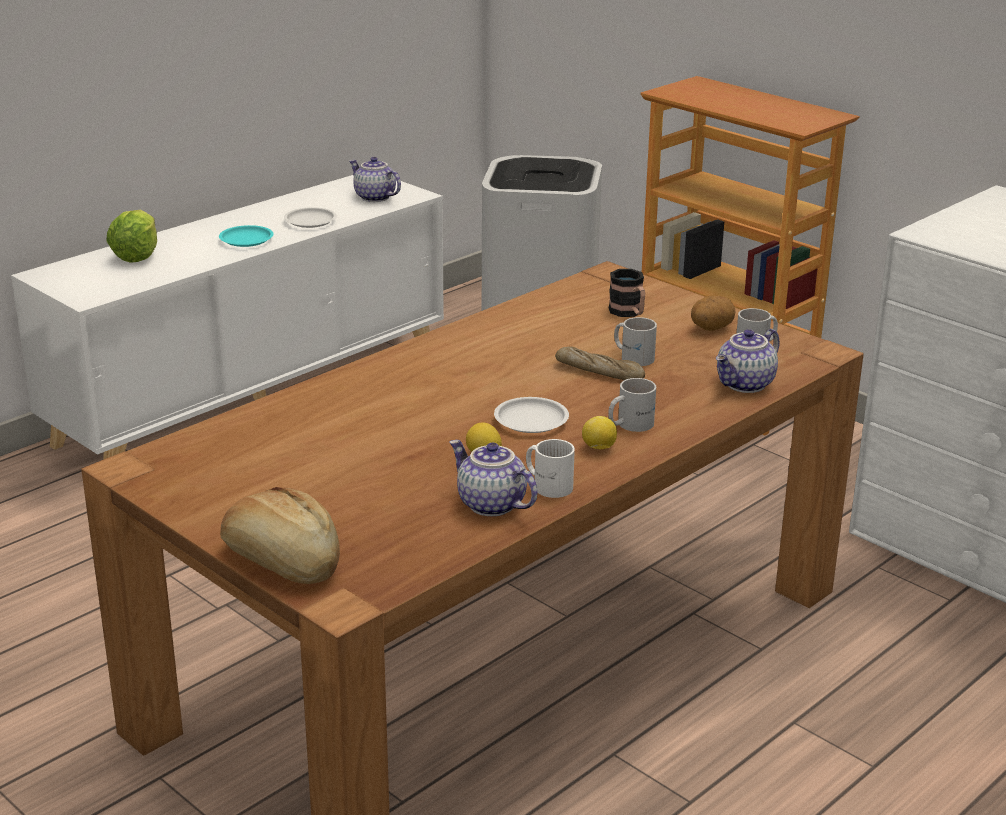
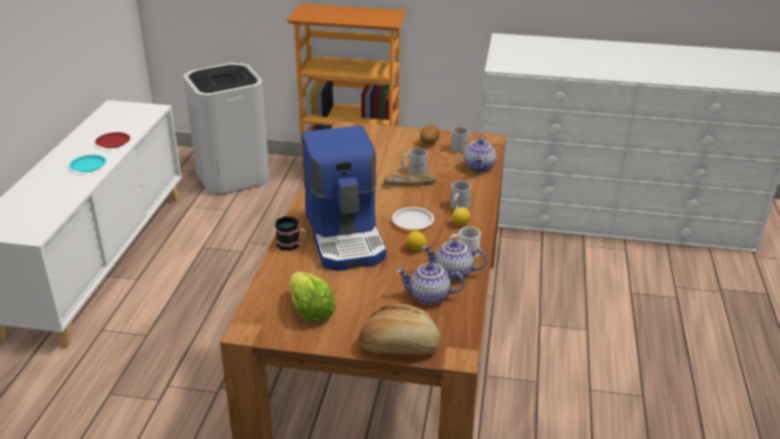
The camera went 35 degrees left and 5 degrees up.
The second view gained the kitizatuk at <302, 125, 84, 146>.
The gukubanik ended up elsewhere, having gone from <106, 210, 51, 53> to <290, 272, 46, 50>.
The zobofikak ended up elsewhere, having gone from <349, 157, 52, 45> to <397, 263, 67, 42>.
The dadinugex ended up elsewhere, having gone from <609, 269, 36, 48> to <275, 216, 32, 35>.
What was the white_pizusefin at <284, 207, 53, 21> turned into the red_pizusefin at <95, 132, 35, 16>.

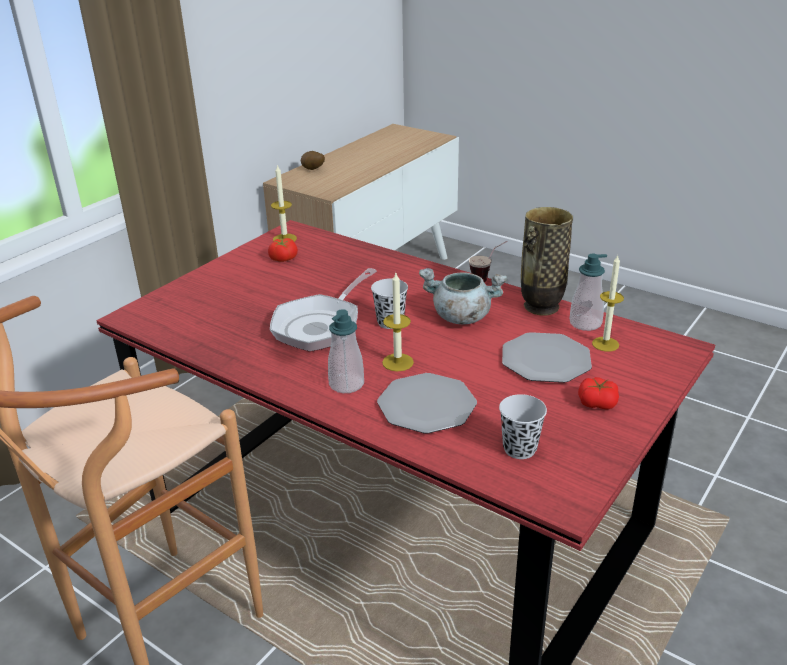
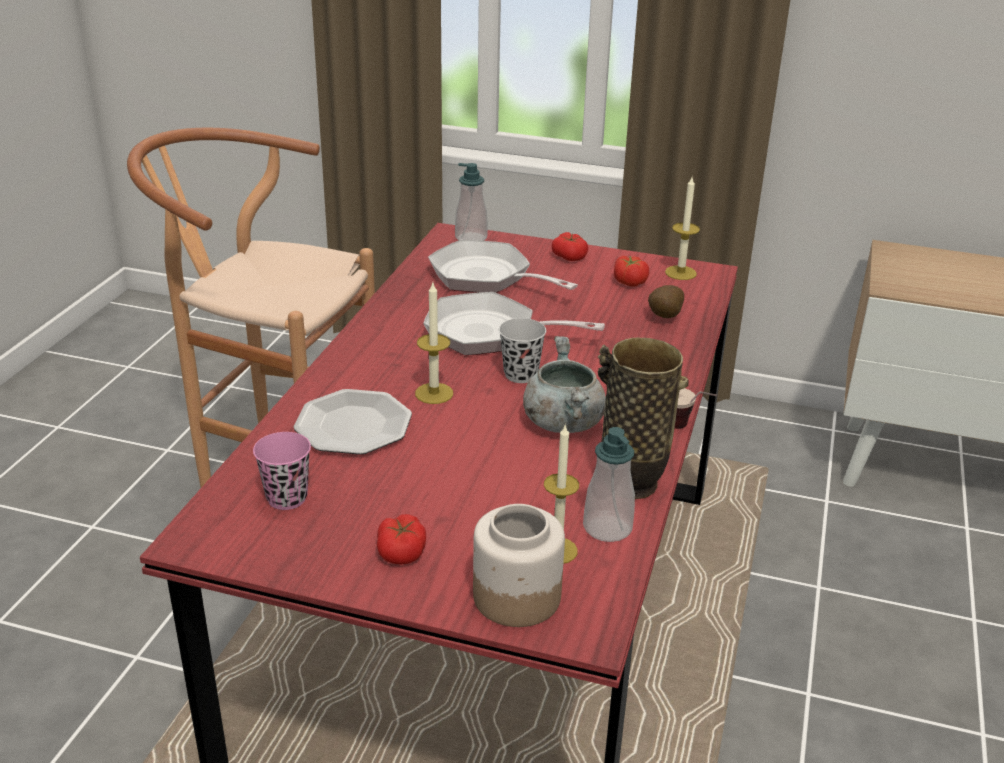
The camera went 70 degrees right and 0 degrees up.
The second view lost the pizusefin at <502, 332, 90, 51>.
The second view gained the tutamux at <428, 240, 150, 53>.
The second view gained the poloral at <473, 504, 92, 123>.
The second view gained the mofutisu at <551, 232, 37, 29>.
The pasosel ended up elsewhere, having gone from <301, 151, 24, 19> to <648, 285, 36, 33>.
The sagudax ended up elsewhere, having gone from <328, 309, 36, 84> to <455, 163, 33, 78>.
What was the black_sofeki at <499, 394, 48, 65> turned into the pink_sofeki at <253, 432, 58, 78>.

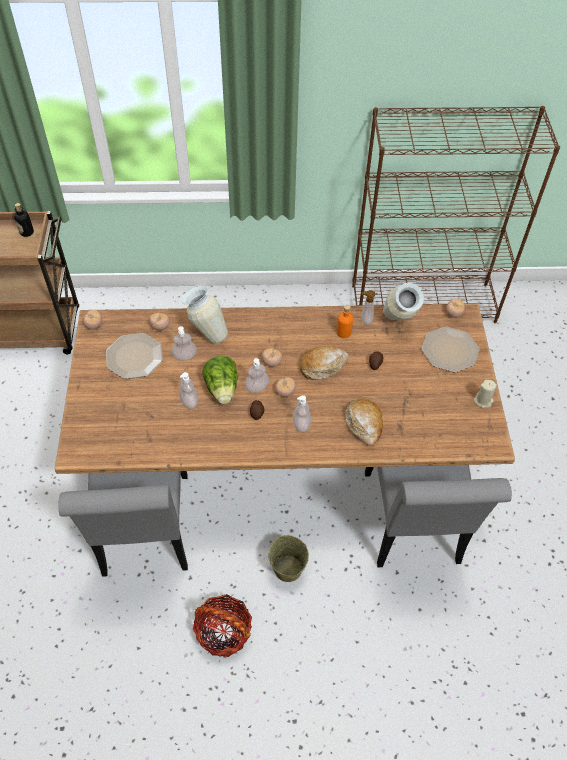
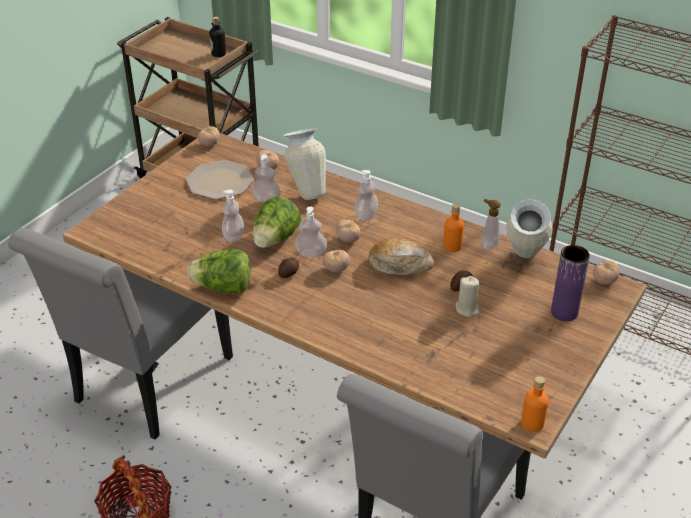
The camera went 35 degrees right and 15 degrees down.
The second view lost the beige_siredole at <269, 535, 40, 47>.
The second view lost the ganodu at <345, 398, 38, 48>.
The second view gained the gukubanik at <188, 249, 62, 45>.
The second view gained the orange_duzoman at <521, 376, 28, 56>.
The sagudax ended up elsewhere, having gone from <293, 395, 18, 37> to <355, 170, 23, 51>.
The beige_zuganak ended up elsewhere, having gone from <474, 380, 23, 28> to <456, 276, 24, 41>.
Where the pizusefin stood at <421, 327, 58, 45>, the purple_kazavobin came to stand at <551, 245, 39, 76>.

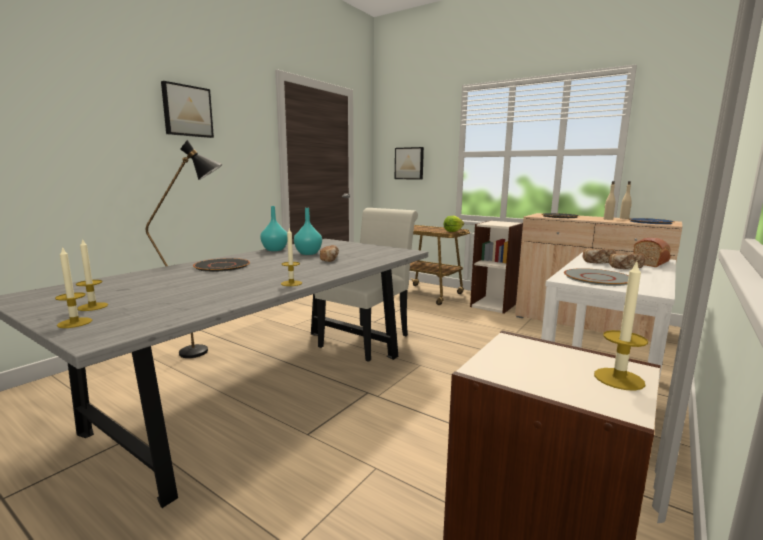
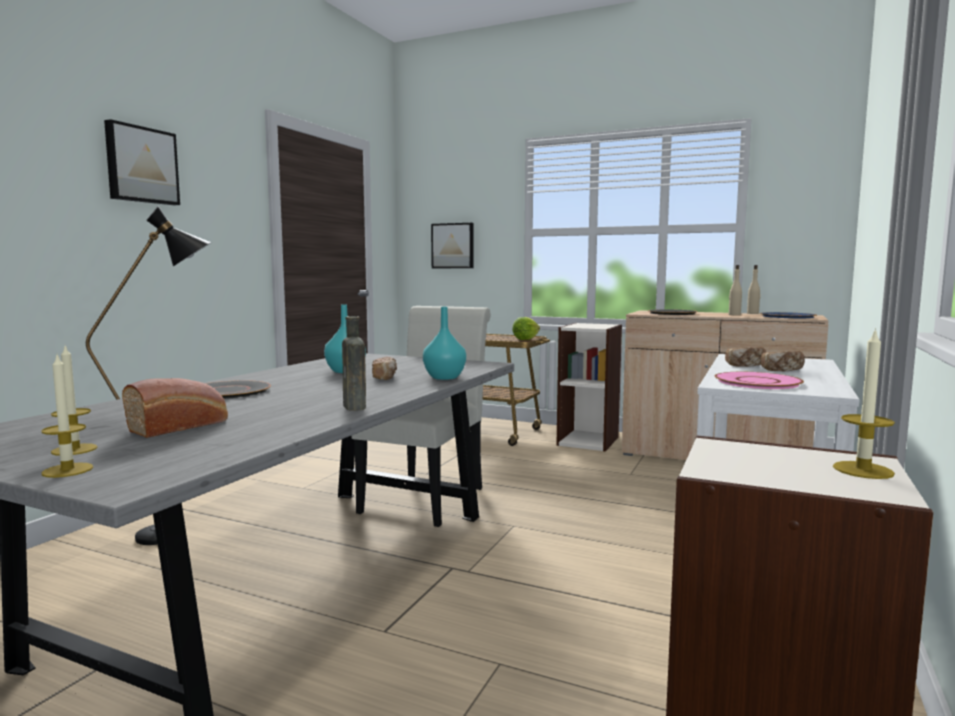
The camera went 10 degrees left and 5 degrees down.
The turquoise_kazavobin ended up elsewhere, having gone from <260, 206, 28, 45> to <423, 307, 43, 73>.
The ganodu ended up elsewhere, having gone from <633, 238, 38, 29> to <122, 378, 106, 60>.
Where the zuganak stood at <281, 228, 21, 58>, the brown_duzoman came to stand at <342, 316, 24, 95>.
What was the grey_pizusefin at <564, 268, 65, 18> turned into the pink_pizusefin at <715, 372, 89, 17>.

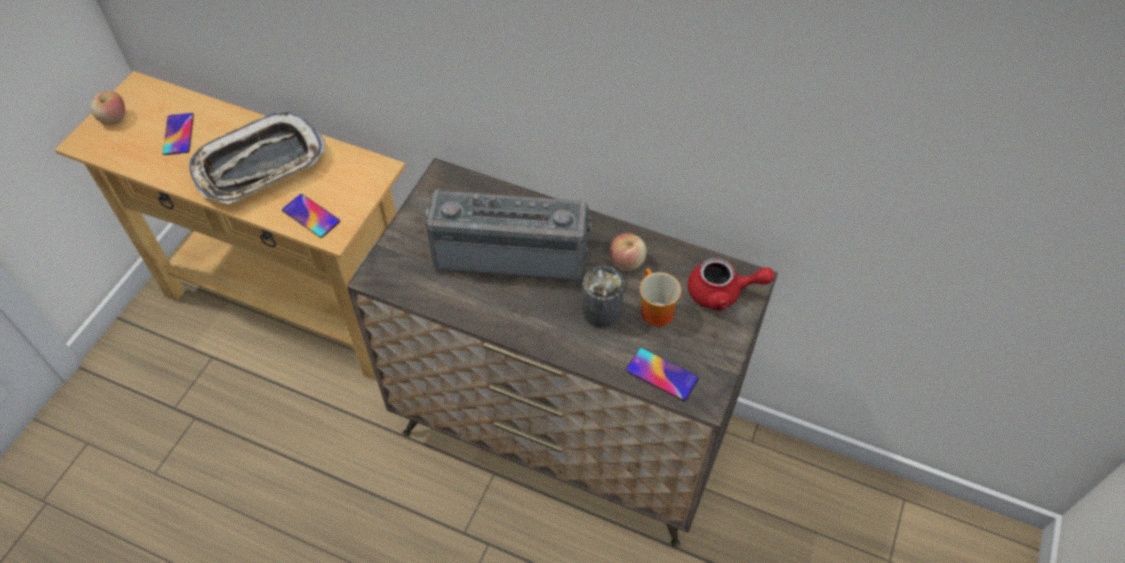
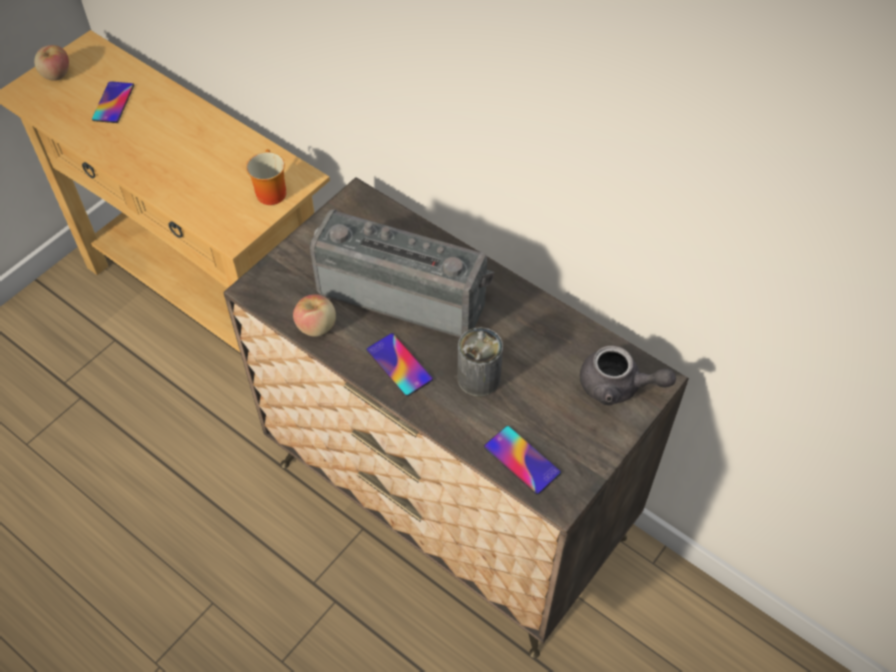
The camera went 15 degrees right and 0 degrees up.
The second view lost the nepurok at <189, 112, 136, 92>.
The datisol ended up elsewhere, having gone from <282, 194, 58, 44> to <366, 333, 67, 63>.
The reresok ended up elsewhere, having gone from <609, 233, 38, 38> to <293, 294, 43, 43>.
The dadinugex ended up elsewhere, having gone from <640, 268, 41, 59> to <246, 149, 40, 56>.
What was the red_zobofikak at <688, 258, 87, 53> turned into the grey_zobofikak at <580, 346, 96, 60>.

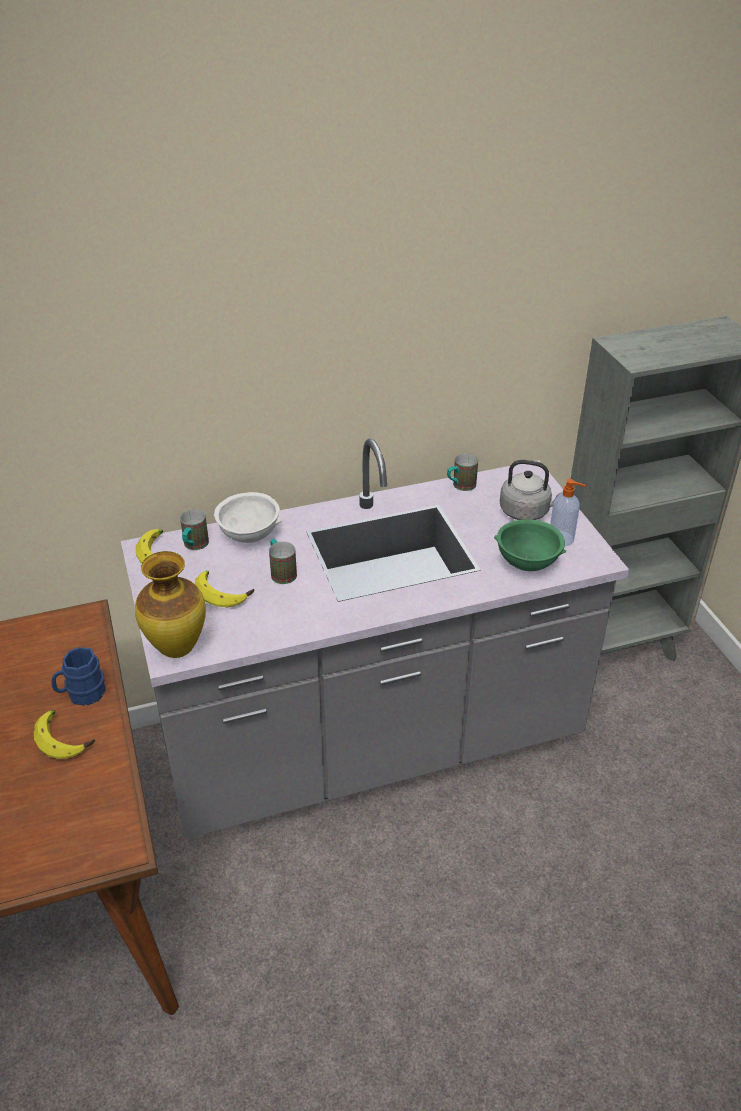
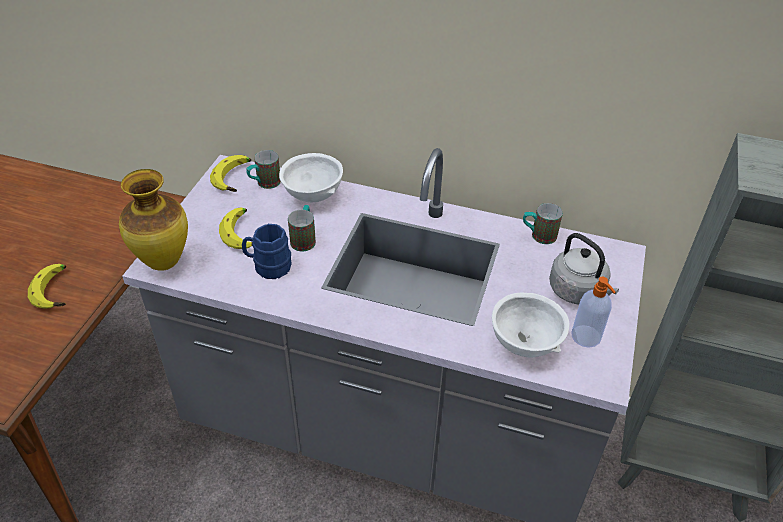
The camera went 35 degrees right and 5 degrees up.
The blue_dadinugex ended up elsewhere, having gone from <51, 647, 55, 59> to <242, 224, 49, 55>.
What was the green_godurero at <494, 519, 72, 52> turned into the white_godurero at <492, 293, 78, 64>.

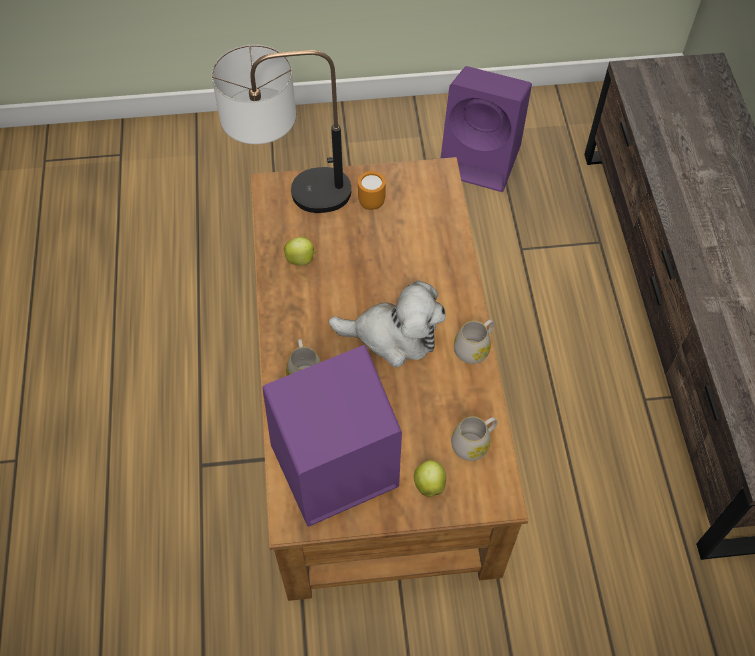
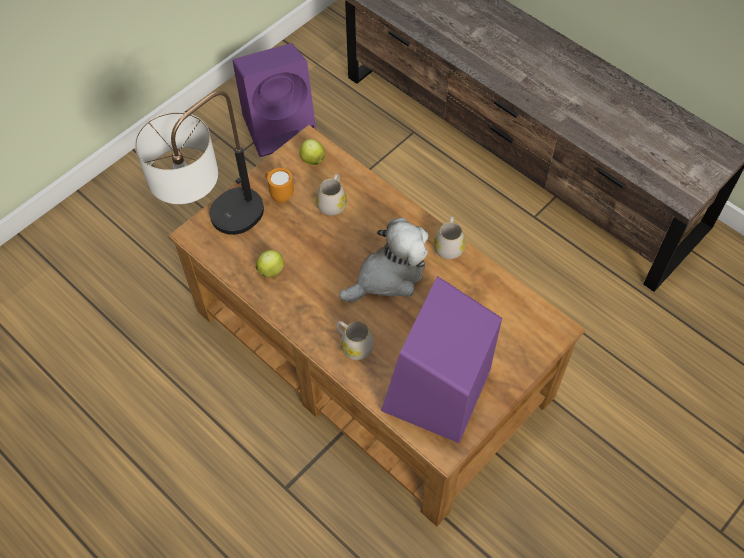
The camera went 40 degrees left and 0 degrees up.
The reresok ended up elsewhere, having gone from <414, 460, 32, 37> to <299, 139, 27, 26>.
The white_dadinugex ended up elsewhere, having gone from <451, 416, 47, 45> to <316, 174, 31, 41>.

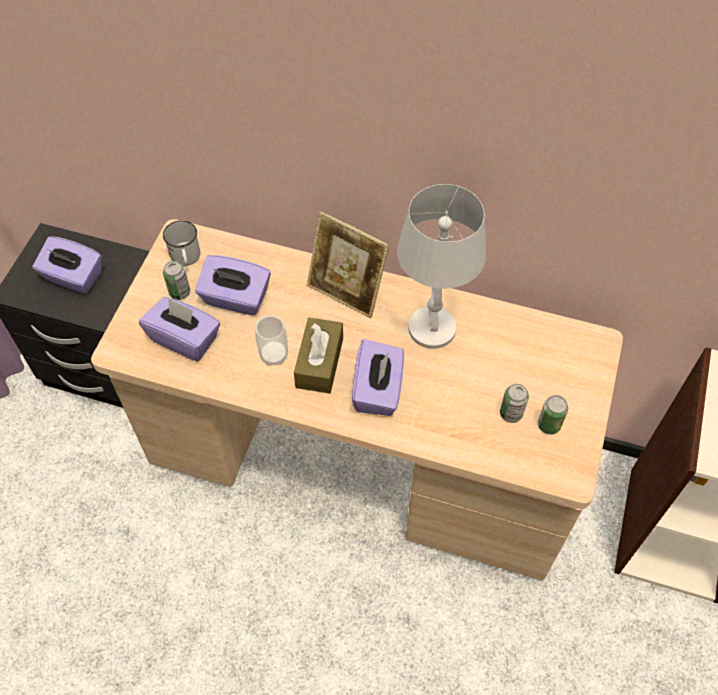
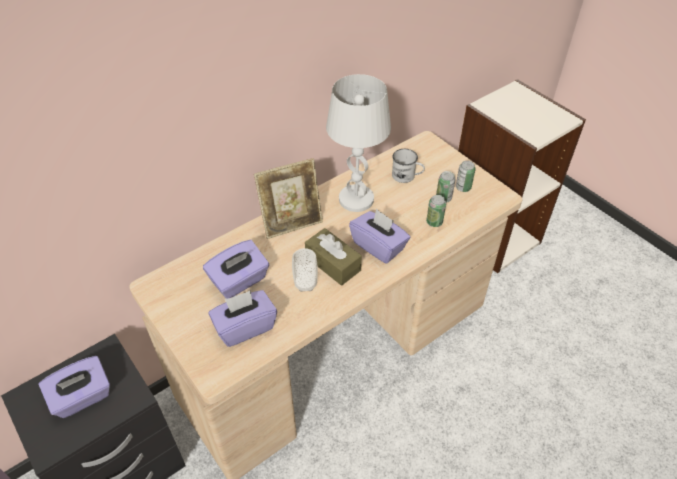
The camera went 55 degrees left and 10 degrees down.
The white_dadinugex ended up elsewhere, having gone from <163, 220, 37, 46> to <392, 149, 33, 34>.
The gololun ended up elsewhere, having gone from <163, 261, 27, 39> to <426, 195, 20, 32>.

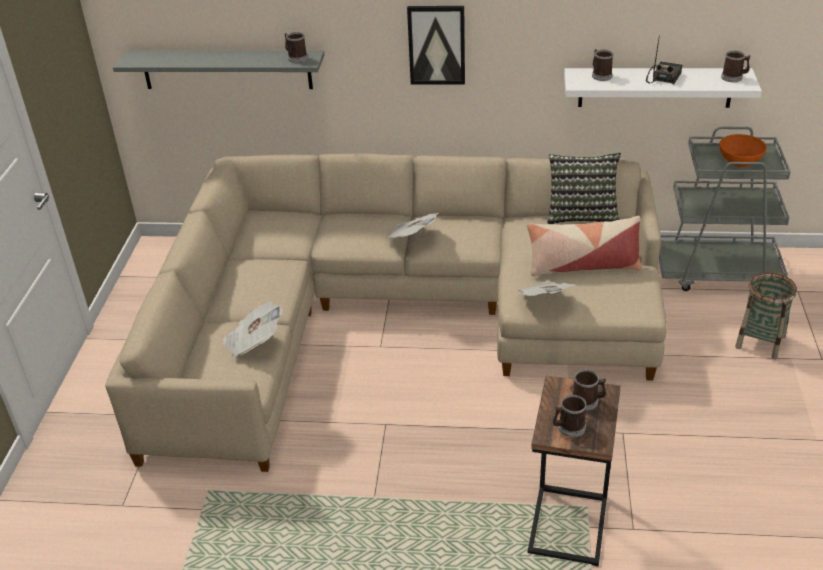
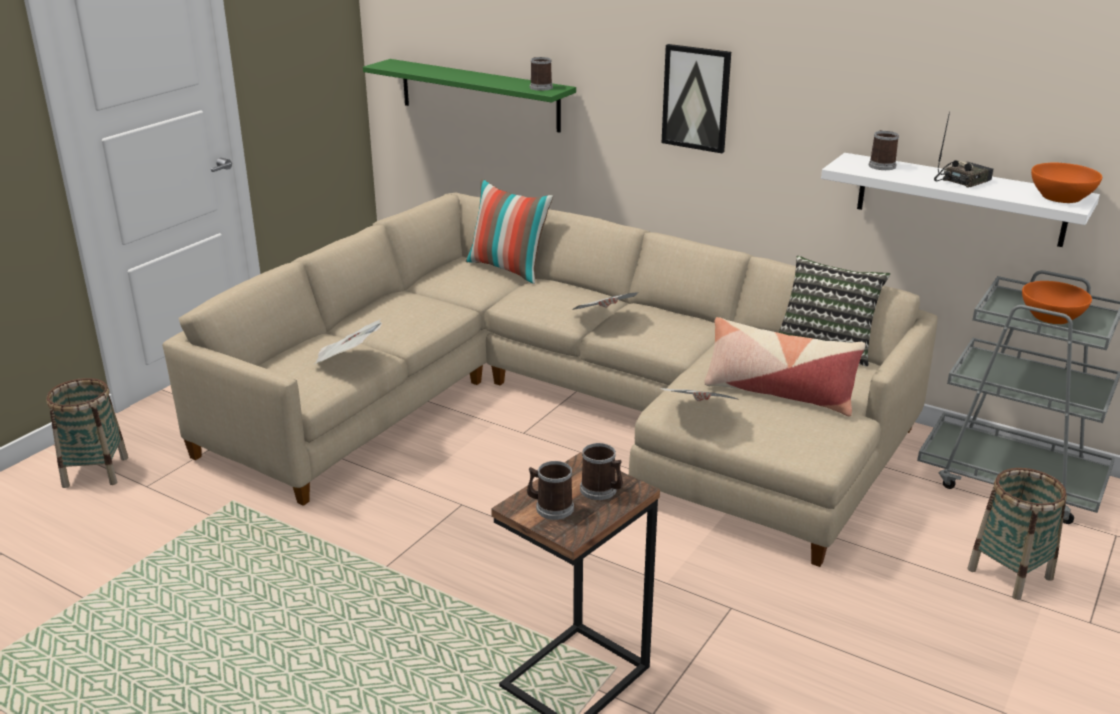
The camera went 25 degrees right and 10 degrees down.
The second view gained the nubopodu at <46, 378, 82, 110>.
The second view gained the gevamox at <466, 179, 87, 105>.
Where the dadinugex stood at <721, 50, 30, 32>, the orange_godurero came to stand at <1031, 163, 71, 40>.
What was the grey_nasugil at <113, 51, 211, 38> turned into the green_nasugil at <363, 59, 213, 74>.

